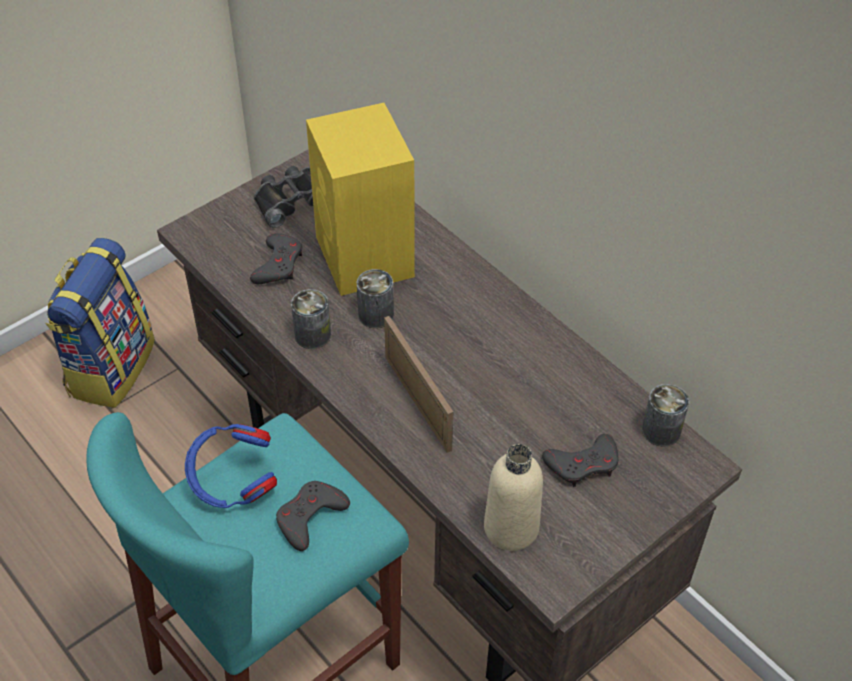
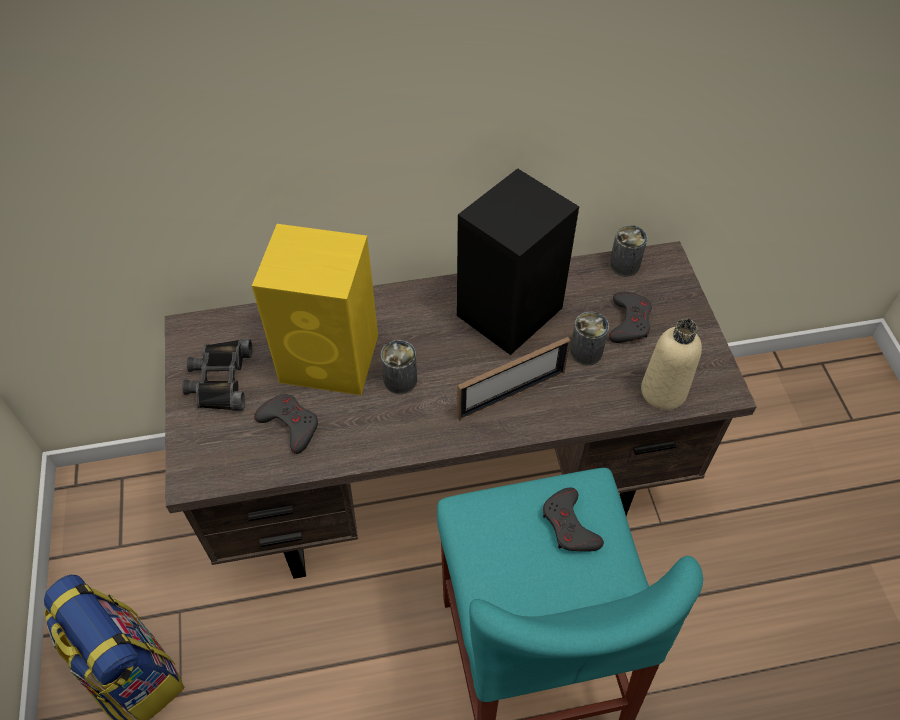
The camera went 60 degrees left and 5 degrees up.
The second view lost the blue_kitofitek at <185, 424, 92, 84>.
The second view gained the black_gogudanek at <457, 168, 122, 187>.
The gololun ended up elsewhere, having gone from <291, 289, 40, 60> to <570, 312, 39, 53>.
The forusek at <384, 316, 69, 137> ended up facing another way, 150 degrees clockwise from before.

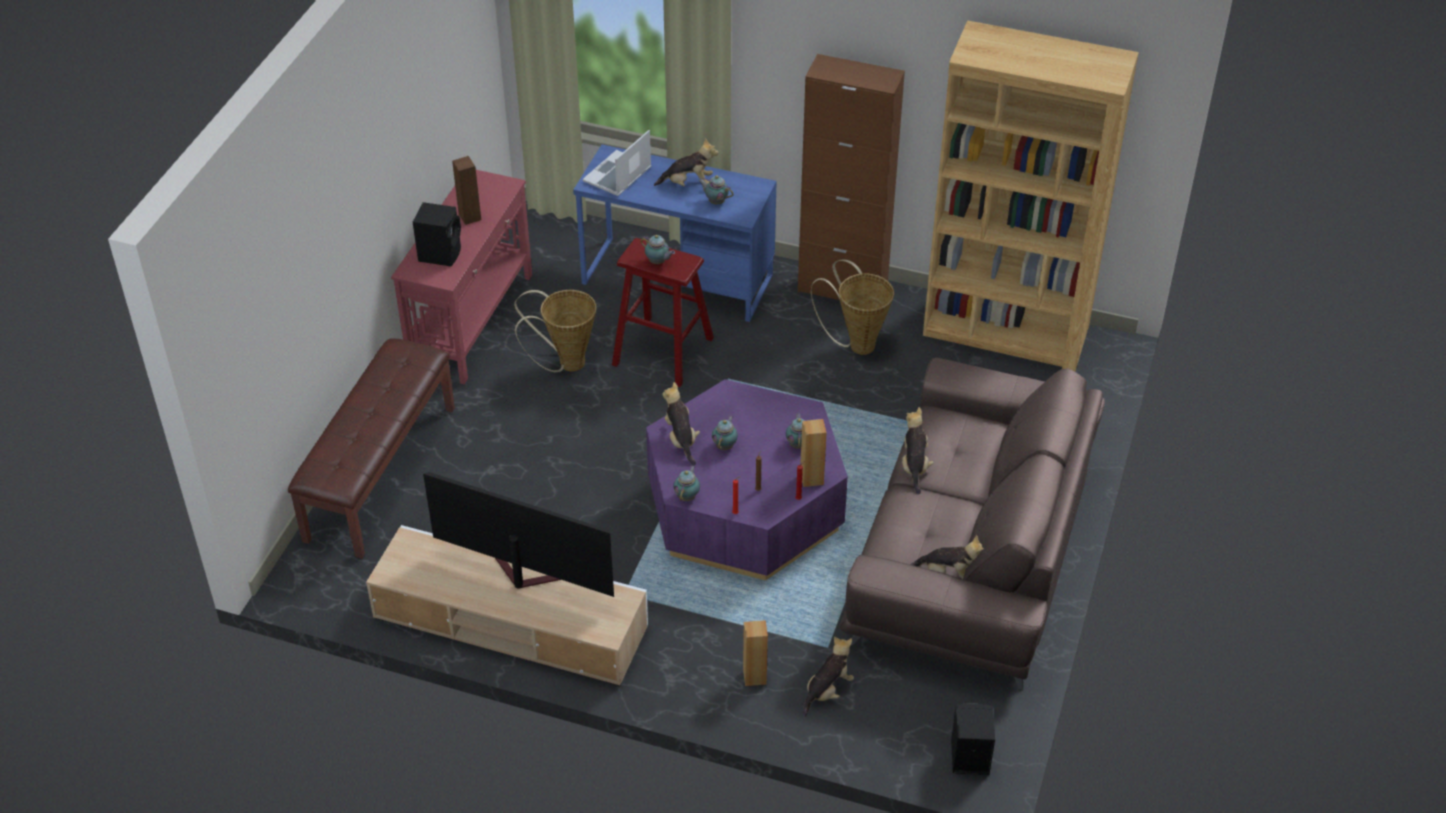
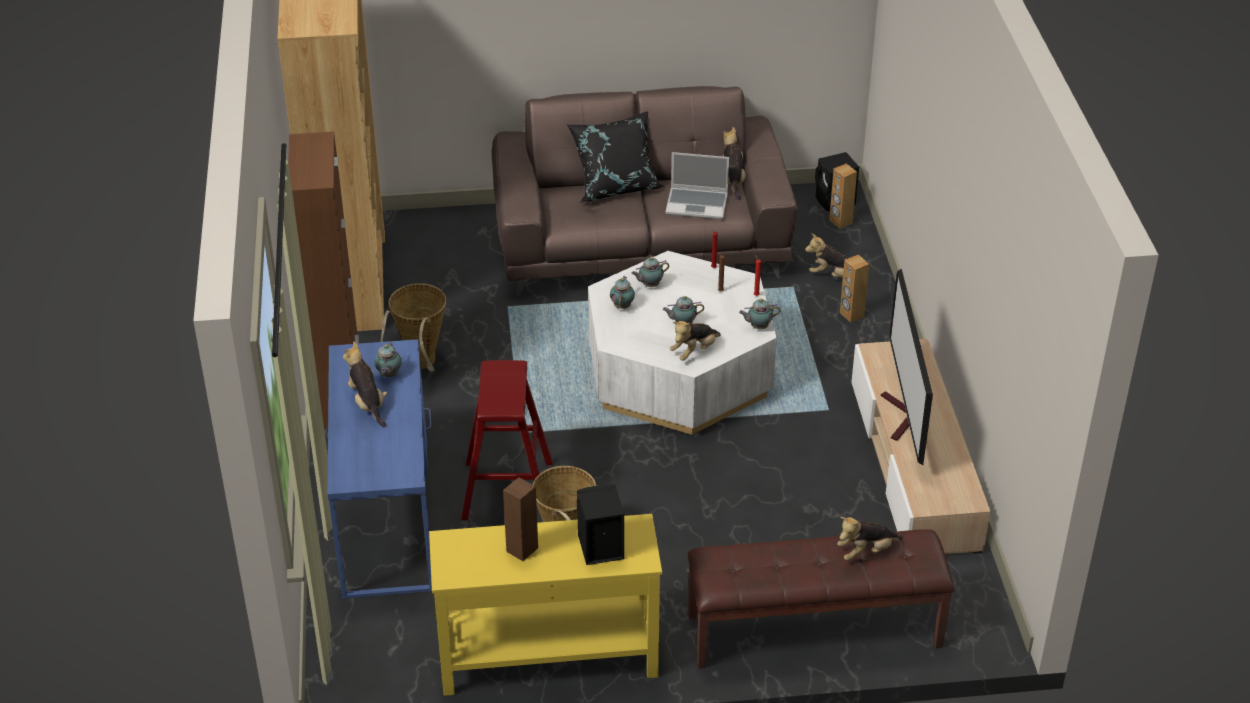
The camera went 115 degrees left and 5 degrees down.
The second view gained the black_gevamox at <567, 111, 97, 92>.
The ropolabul ended up elsewhere, having gone from <583, 130, 68, 66> to <665, 152, 64, 67>.
The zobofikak ended up elsewhere, having gone from <640, 235, 35, 29> to <610, 276, 25, 33>.
The brown_gogudanek ended up elsewhere, having gone from <800, 419, 27, 68> to <829, 164, 28, 65>.
The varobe ended up elsewhere, having gone from <902, 407, 32, 87> to <837, 517, 66, 44>.
What was the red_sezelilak at <391, 170, 141, 215> turned into the yellow_sezelilak at <429, 514, 233, 182>.
What was the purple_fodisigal at <646, 379, 202, 201> turned into the white_fodisigal at <588, 251, 189, 184>.

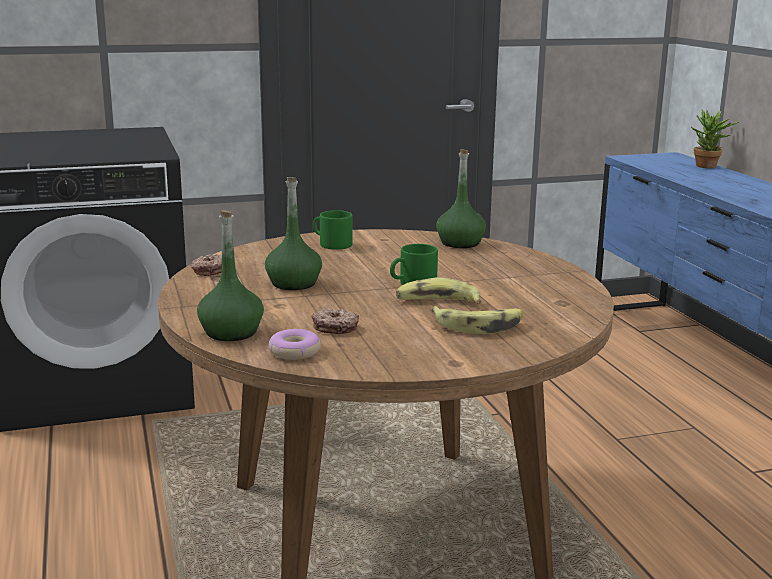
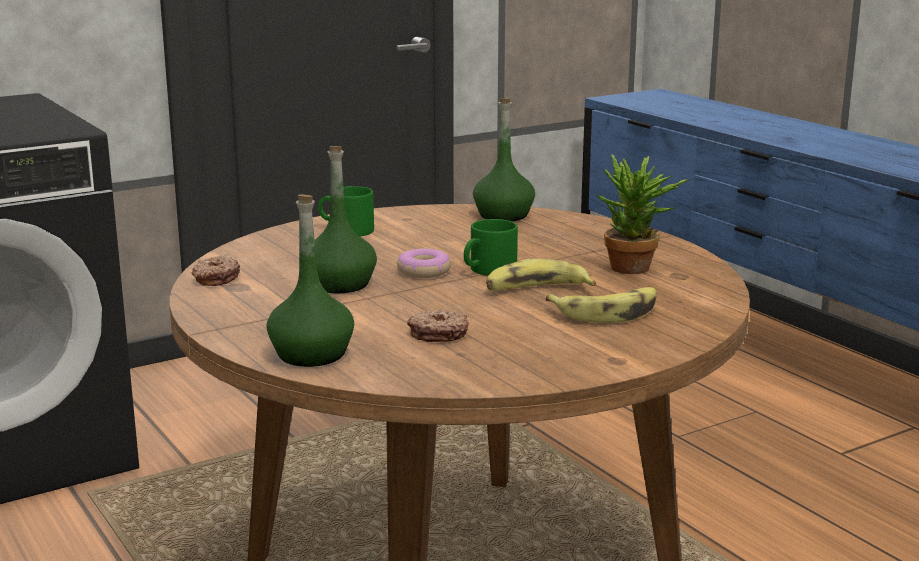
The camera went 15 degrees left and 0 degrees up.
The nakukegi ended up elsewhere, having gone from <269, 329, 52, 31> to <397, 249, 54, 29>.
The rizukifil ended up elsewhere, having gone from <691, 109, 48, 59> to <596, 154, 92, 120>.

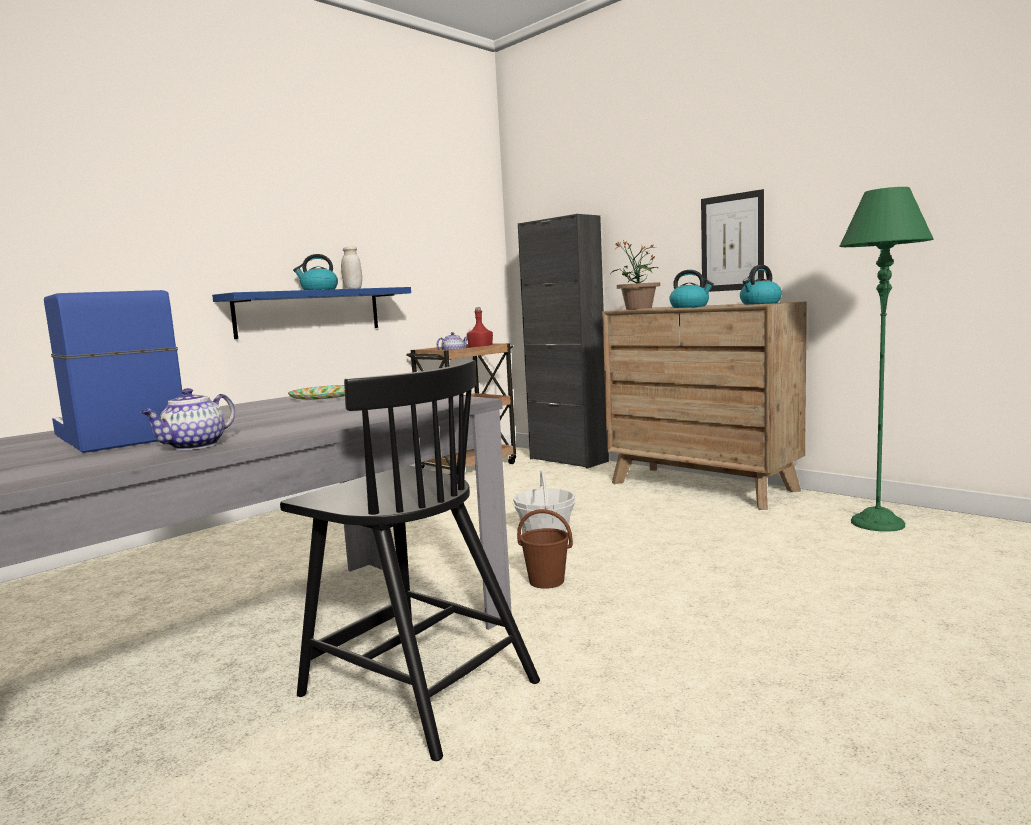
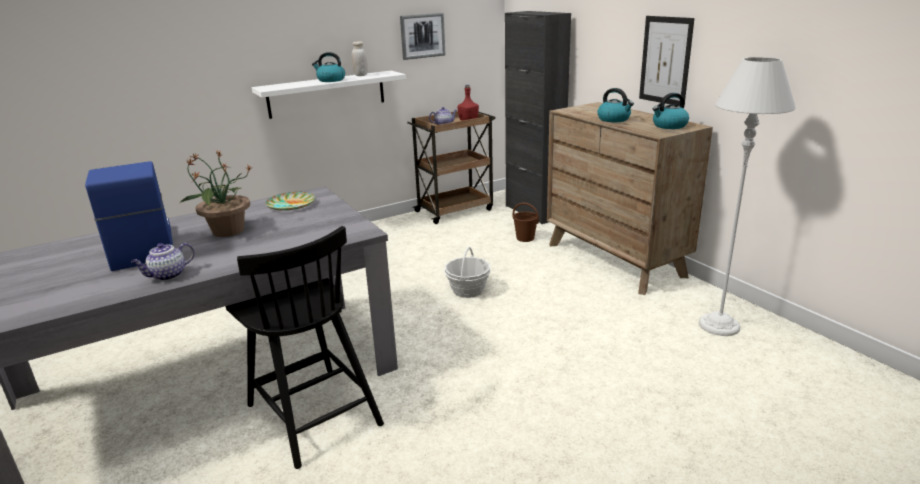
The camera went 15 degrees right and 15 degrees up.
The second view gained the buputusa at <400, 13, 45, 47>.
The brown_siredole ended up elsewhere, having gone from <517, 509, 56, 80> to <513, 203, 26, 39>.
The rizukifil ended up elsewhere, having gone from <611, 240, 49, 69> to <180, 150, 72, 87>.
What was the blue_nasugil at <212, 287, 199, 52> turned into the white_nasugil at <251, 71, 155, 48>.
What was the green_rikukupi at <840, 187, 94, 345> turned into the grey_rikukupi at <699, 57, 97, 279>.

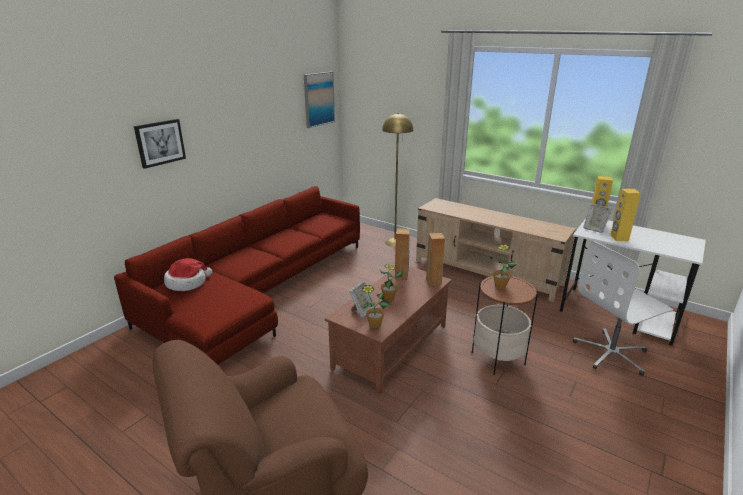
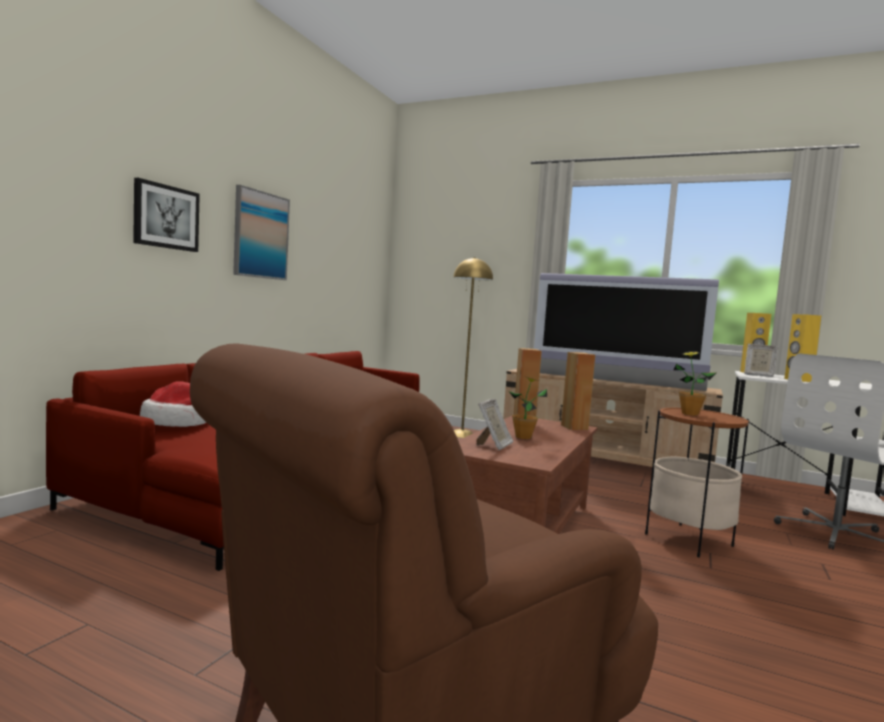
The camera went 10 degrees left and 20 degrees down.
The second view lost the rizukifil at <361, 285, 28, 44>.
The second view gained the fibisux at <534, 273, 185, 118>.
The buputusa ended up elsewhere, having gone from <304, 72, 31, 56> to <233, 185, 57, 95>.

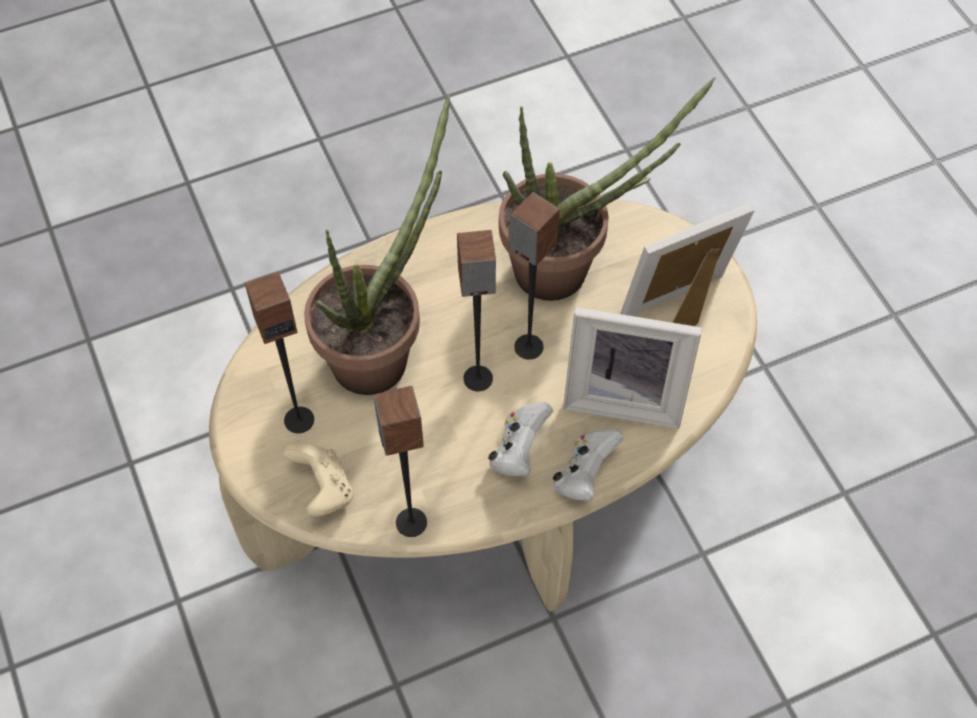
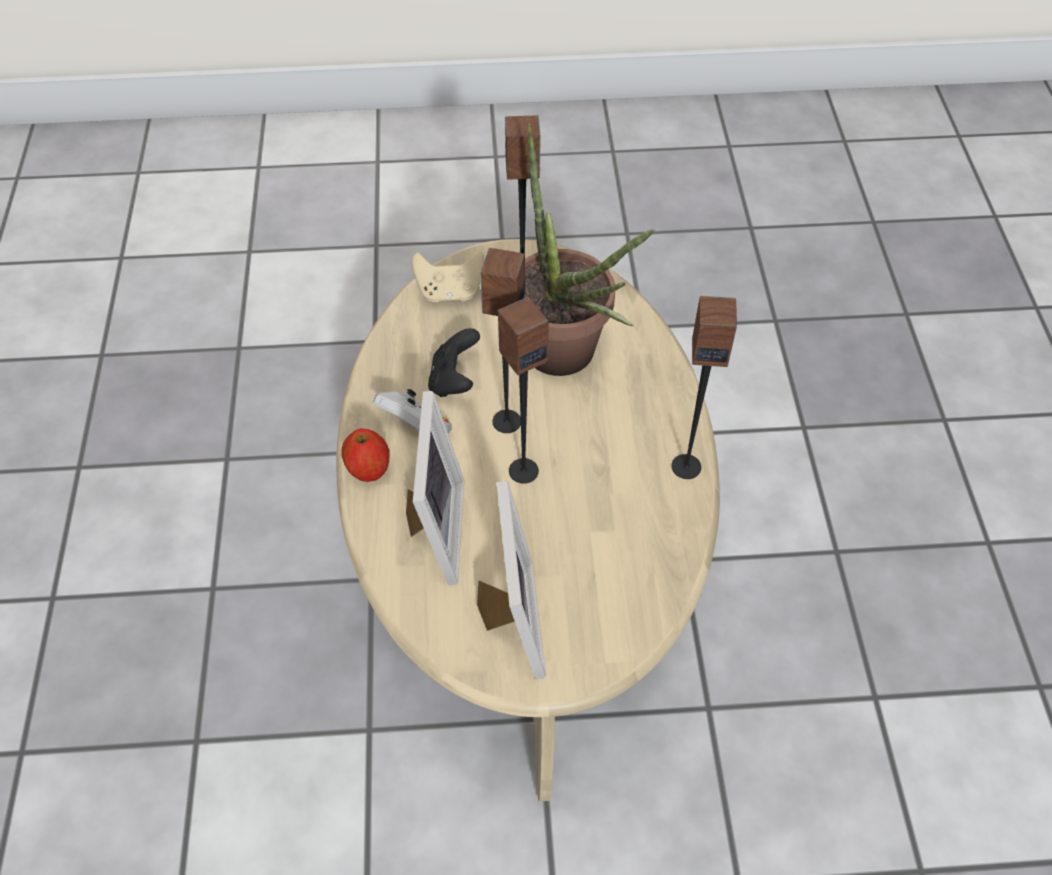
The camera went 110 degrees right and 5 degrees down.
The second view lost the rizukifil at <499, 77, 217, 224>.
The second view gained the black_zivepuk at <428, 328, 52, 69>.
The gogudanek ended up elsewhere, having gone from <373, 386, 54, 151> to <671, 296, 66, 183>.
Where the white_zivepuk stood at <553, 429, 71, 72>, the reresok came to stand at <341, 428, 48, 54>.
The forusek at <563, 307, 139, 122> ended up facing another way, 150 degrees clockwise from before.

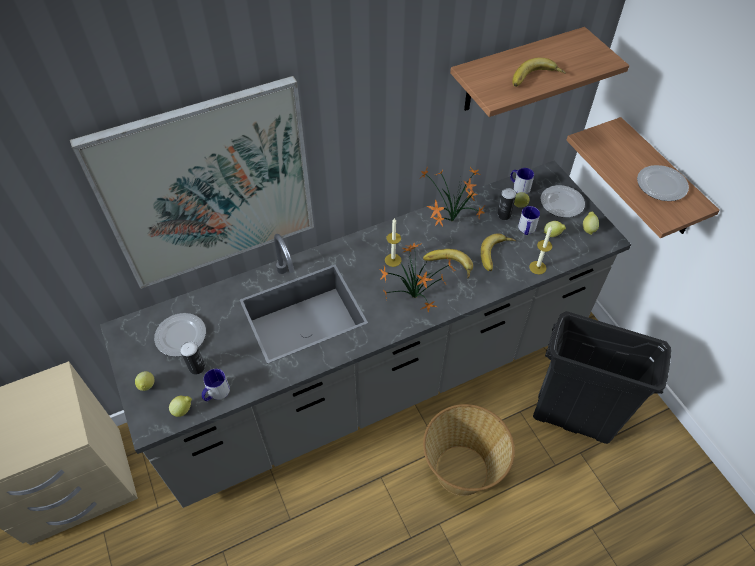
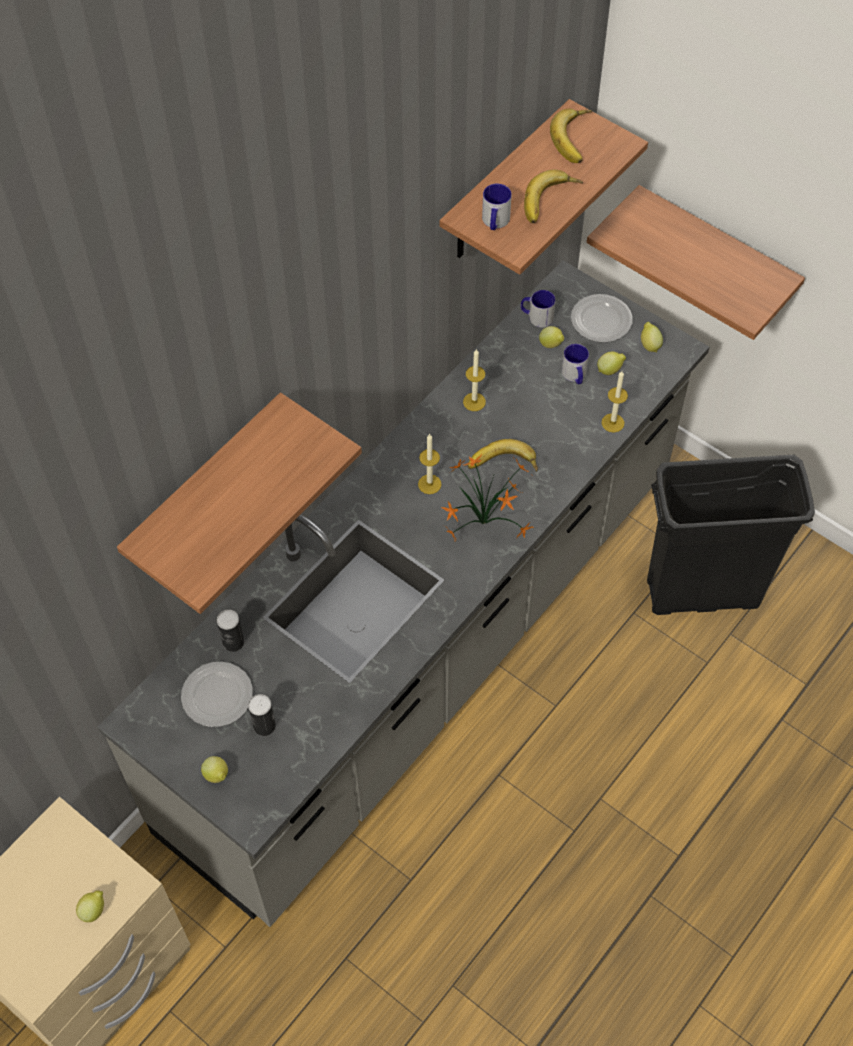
The camera went 25 degrees left and 5 degrees up.
The second view lost the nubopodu at <423, 404, 92, 92>.
The second view lost the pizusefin at <637, 165, 52, 36>.
The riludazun ended up elsewhere, having gone from <169, 396, 23, 21> to <76, 891, 28, 31>.
The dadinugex ended up elsewhere, having gone from <202, 369, 28, 32> to <482, 184, 30, 46>.
The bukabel ended up elsewhere, having gone from <481, 233, 35, 38> to <550, 108, 42, 55>.
The gololun ended up elsewhere, having gone from <497, 188, 19, 32> to <217, 610, 27, 42>.
Where the buputusa hung at <70, 76, 244, 213>, the nasugil came to hang at <117, 392, 245, 222>.
Where the rizukifil stood at <419, 167, 65, 60>, the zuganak came to stand at <463, 349, 23, 62>.

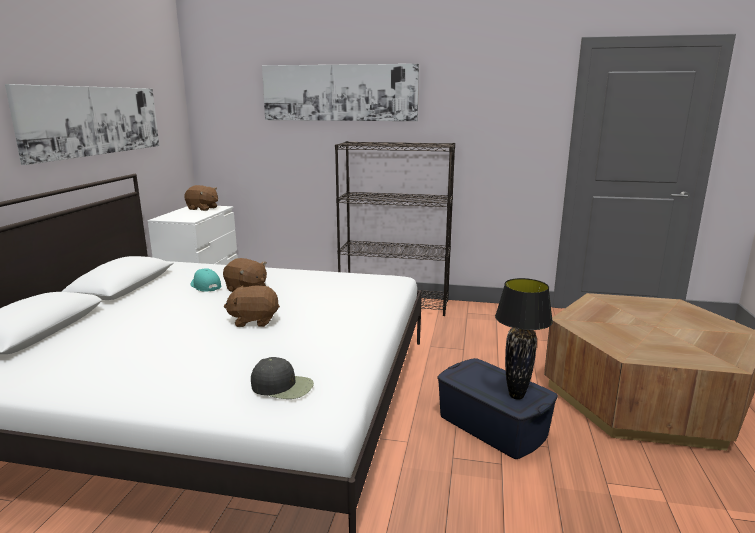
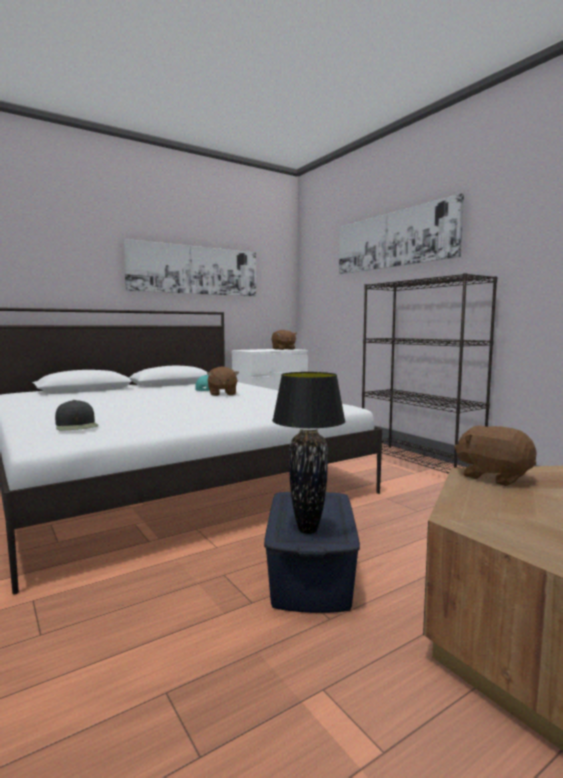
The camera went 45 degrees right and 10 degrees down.
The brown_varobe ended up elsewhere, having gone from <224, 285, 56, 42> to <454, 425, 83, 61>.

